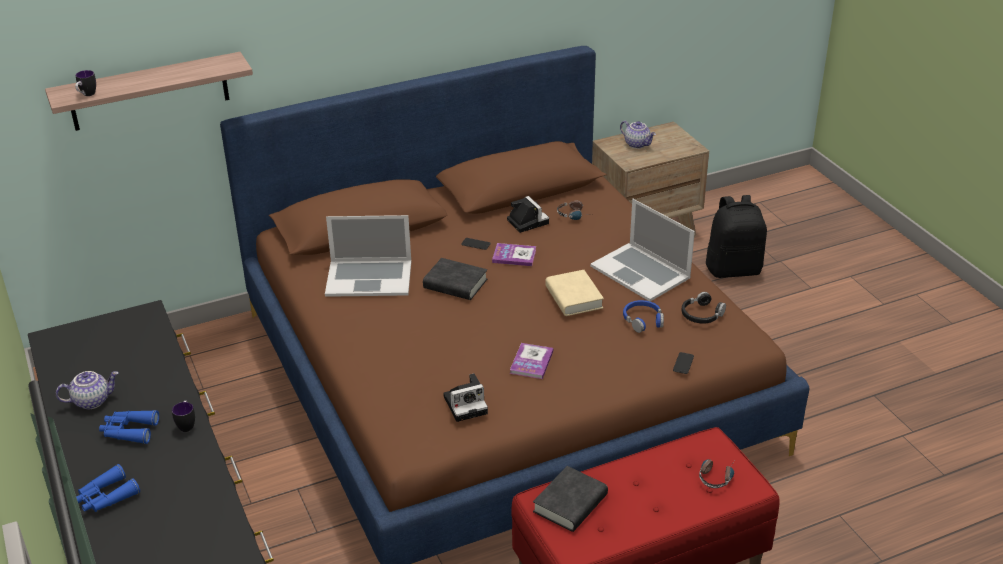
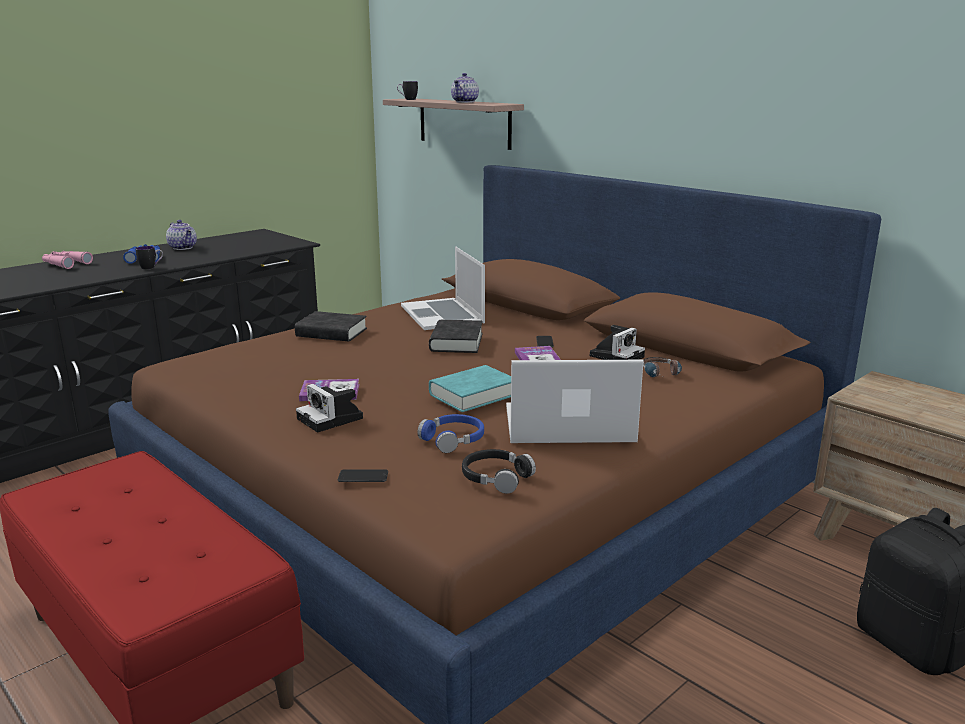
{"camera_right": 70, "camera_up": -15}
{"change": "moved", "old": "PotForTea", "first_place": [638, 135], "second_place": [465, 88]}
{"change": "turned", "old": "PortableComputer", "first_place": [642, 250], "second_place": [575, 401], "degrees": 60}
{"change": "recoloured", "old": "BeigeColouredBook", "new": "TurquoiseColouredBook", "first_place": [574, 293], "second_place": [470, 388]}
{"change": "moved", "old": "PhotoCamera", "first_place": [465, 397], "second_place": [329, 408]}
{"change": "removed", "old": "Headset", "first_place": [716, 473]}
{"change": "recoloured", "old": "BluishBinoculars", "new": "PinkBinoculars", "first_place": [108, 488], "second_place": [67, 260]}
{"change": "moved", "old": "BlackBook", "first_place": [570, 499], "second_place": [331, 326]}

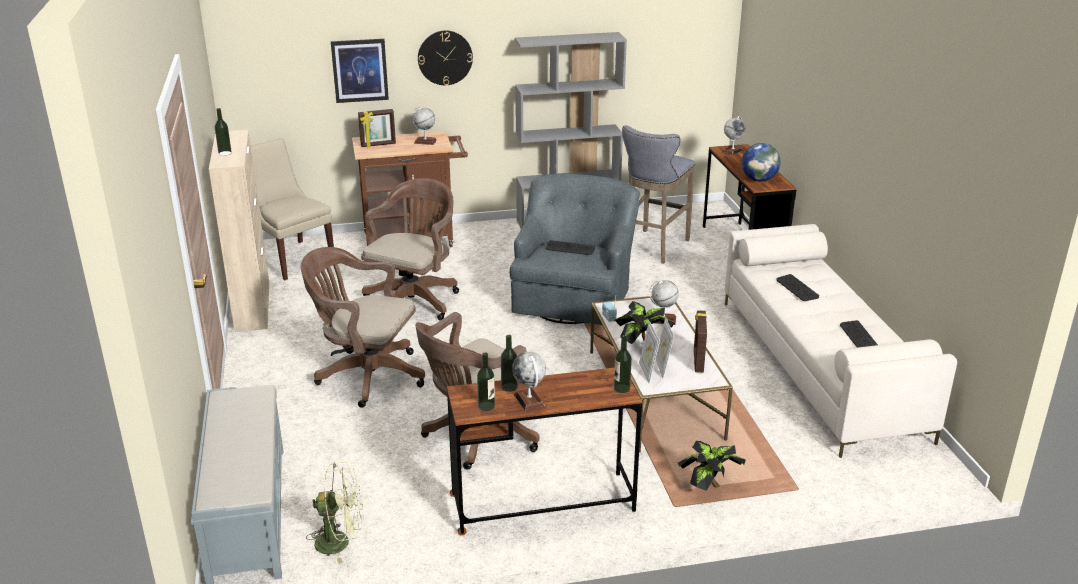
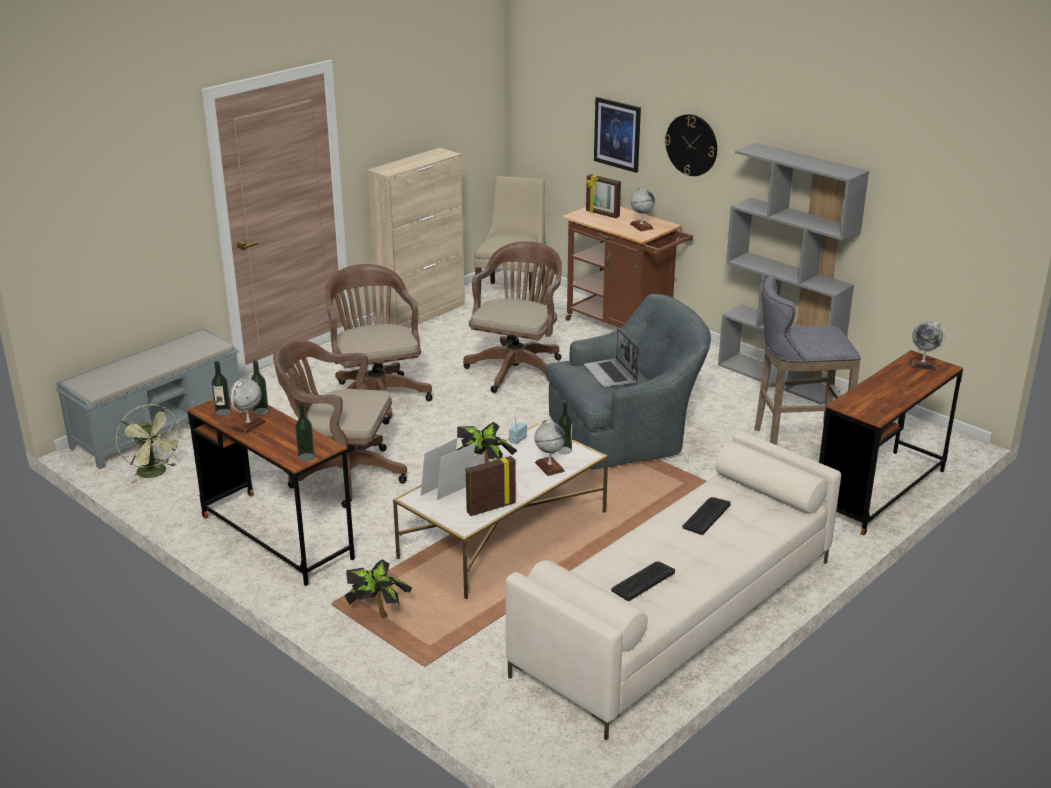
{"camera_right": 55, "camera_up": 0}
{"change": "moved", "old": "BeverageBottle", "first_place": [223, 132], "second_place": [564, 428]}
{"change": "removed", "old": "Globe", "first_place": [761, 162]}
{"change": "turned", "old": "BrownOfficeChair", "first_place": [410, 249], "second_place": [512, 317], "degrees": -60}
{"change": "replaced", "old": "ComputerKeyboard", "new": "PortableComputer", "first_place": [570, 247], "second_place": [611, 358]}

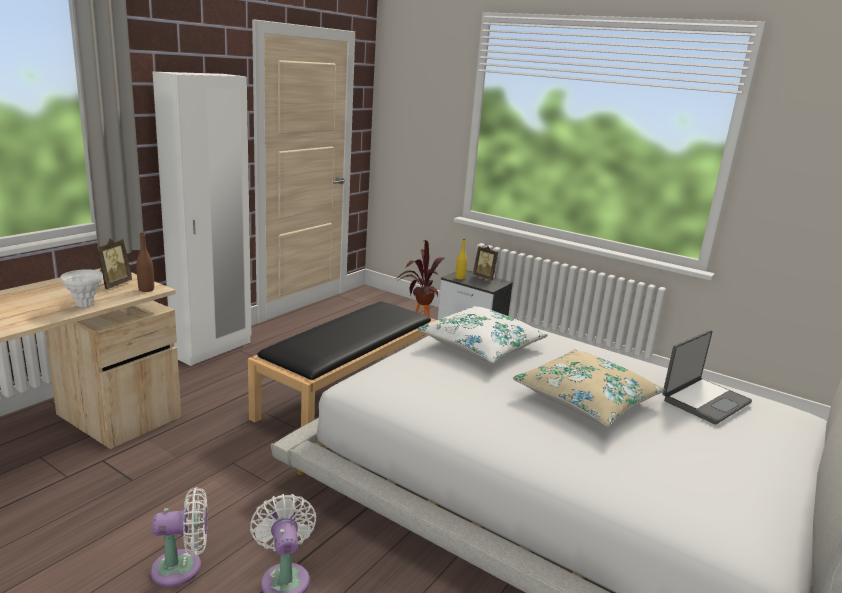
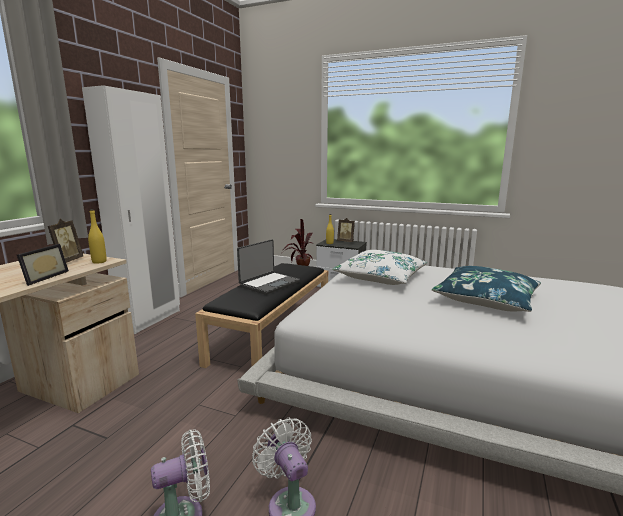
{"camera_right": -10, "camera_up": -5}
{"change": "recoloured", "old": "BrownBeverageBottle", "new": "YellowishBeverageBottle", "first_place": [145, 262], "second_place": [97, 236]}
{"change": "replaced", "old": "WhiteColouredFlowerVase", "new": "PhotoFrame", "first_place": [81, 288], "second_place": [43, 265]}
{"change": "moved", "old": "PortableComputer", "first_place": [707, 377], "second_place": [268, 267]}
{"change": "recoloured", "old": "BeigeColouredPillow", "new": "BluishPillow", "first_place": [589, 388], "second_place": [486, 289]}

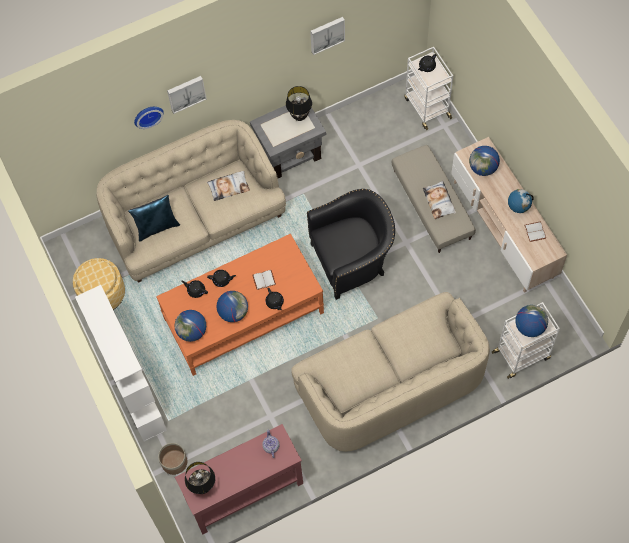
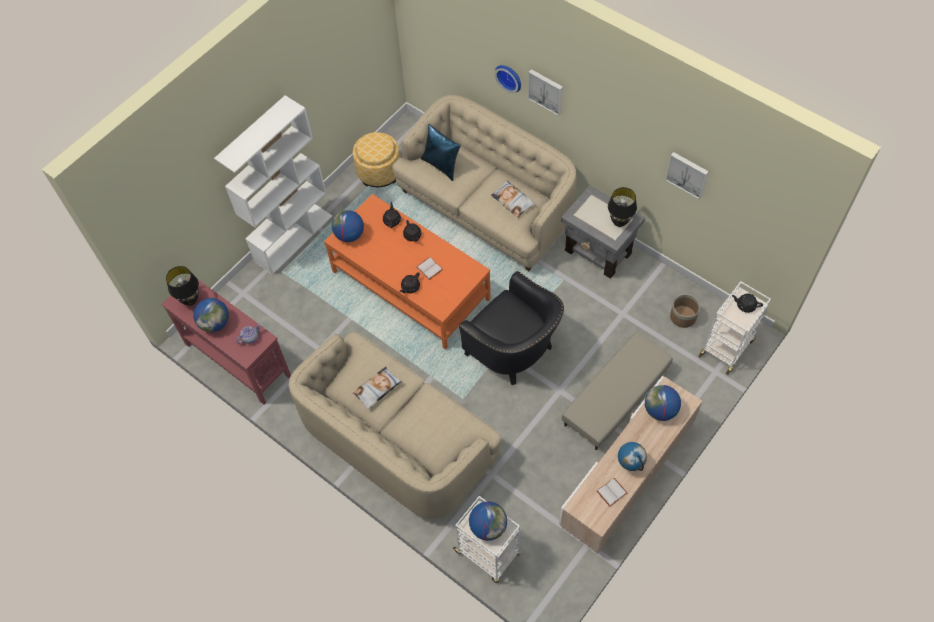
{"camera_right": 65, "camera_up": -5}
{"change": "moved", "old": "Pillow", "first_place": [439, 200], "second_place": [377, 388]}
{"change": "moved", "old": "Globe", "first_place": [232, 306], "second_place": [211, 315]}
{"change": "moved", "old": "FlowerPot", "first_place": [172, 459], "second_place": [685, 311]}

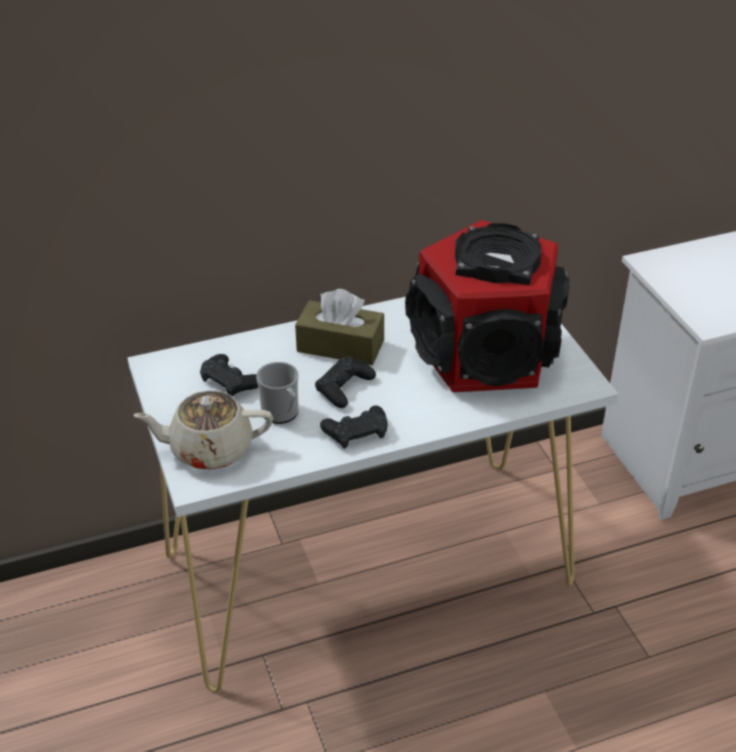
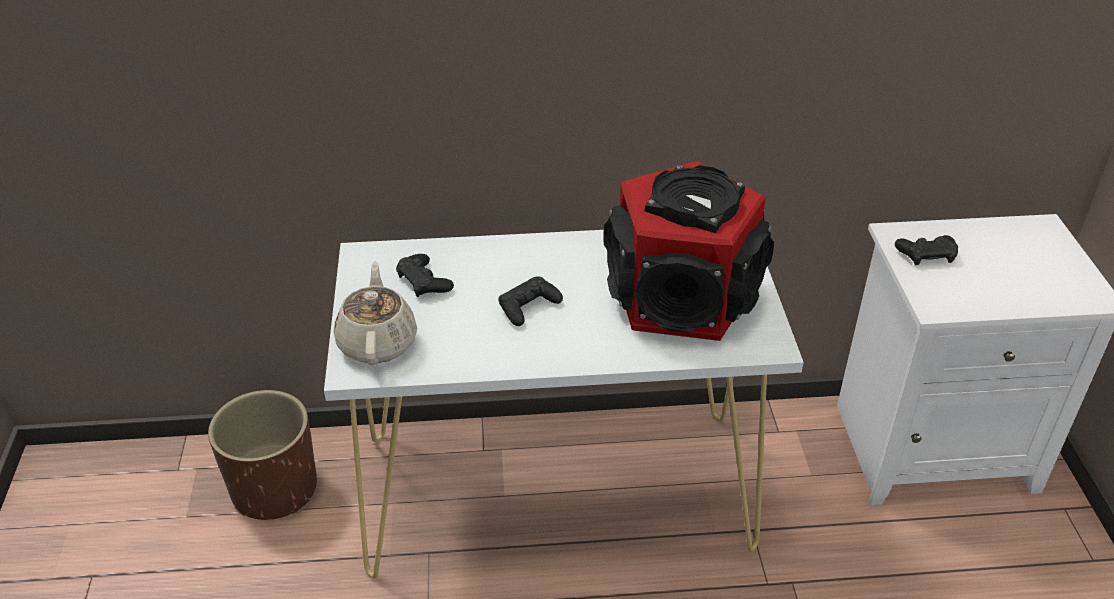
{"camera_right": 15, "camera_up": 0}
{"change": "removed", "old": "BrownTissueHolder", "first_place": [339, 327]}
{"change": "removed", "old": "CoffeeMug", "first_place": [277, 393]}
{"change": "turned", "old": "BeigeColouredPotForTea", "first_place": [203, 430], "second_place": [375, 313], "degrees": 75}
{"change": "moved", "old": "BlackGameController", "first_place": [354, 427], "second_place": [926, 250]}
{"change": "added", "new": "BrownFlowerPot", "second_place": [262, 455]}

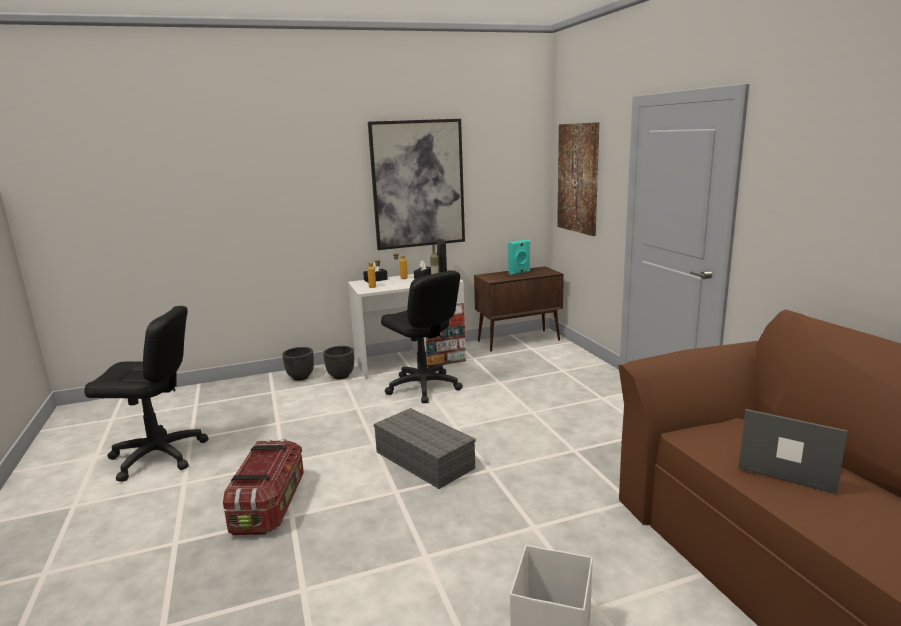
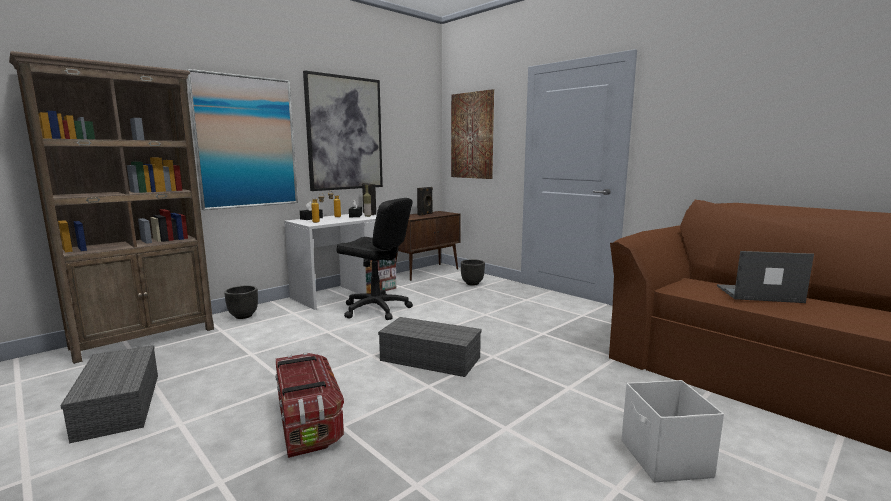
{"camera_right": -25, "camera_up": -5}
{"change": "recoloured", "old": "TurquoiseColouredAudioSpeaker", "new": "BlackAudioSpeaker", "first_place": [519, 257], "second_place": [425, 201]}
{"change": "replaced", "old": "BlackOfficeChair", "new": "GreyishStorageBin", "first_place": [146, 394], "second_place": [109, 394]}
{"change": "moved", "old": "BlackFlowerPot", "first_place": [338, 362], "second_place": [473, 272]}
{"change": "added", "new": "BrownBookcase", "second_place": [111, 207]}
{"change": "added", "new": "WallPicture", "second_place": [242, 139]}

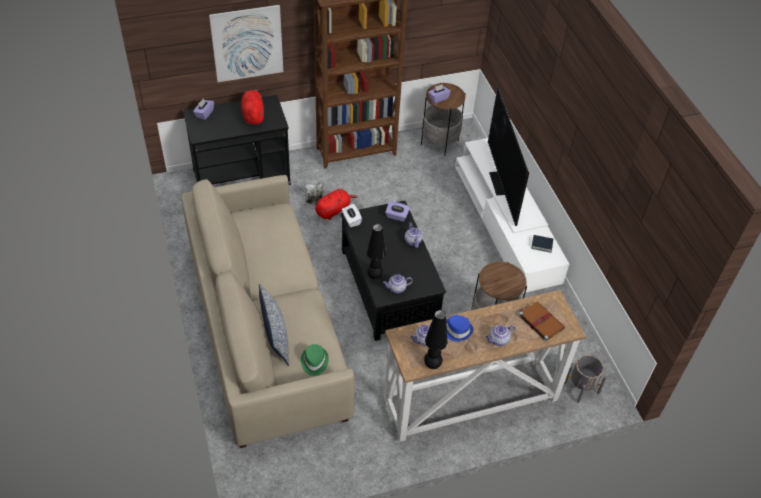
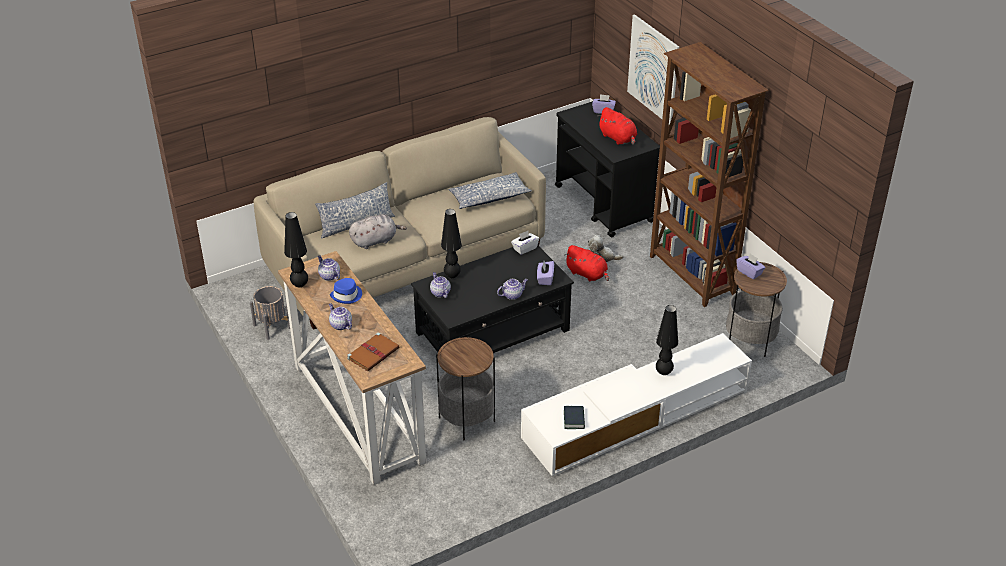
{"camera_right": 80, "camera_up": -10}
{"change": "replaced", "old": "Television", "new": "BlackTableLamp", "first_place": [508, 156], "second_place": [667, 340]}
{"change": "turned", "old": "ReddishSoftToy", "first_place": [252, 107], "second_place": [617, 126], "degrees": 75}
{"change": "removed", "old": "GreenHat", "first_place": [315, 360]}
{"change": "moved", "old": "GreyishFlowerPot", "first_place": [585, 379], "second_place": [270, 313]}
{"change": "added", "new": "Pillow", "second_place": [490, 190]}
{"change": "added", "new": "GreyishSoftToy", "second_place": [378, 231]}

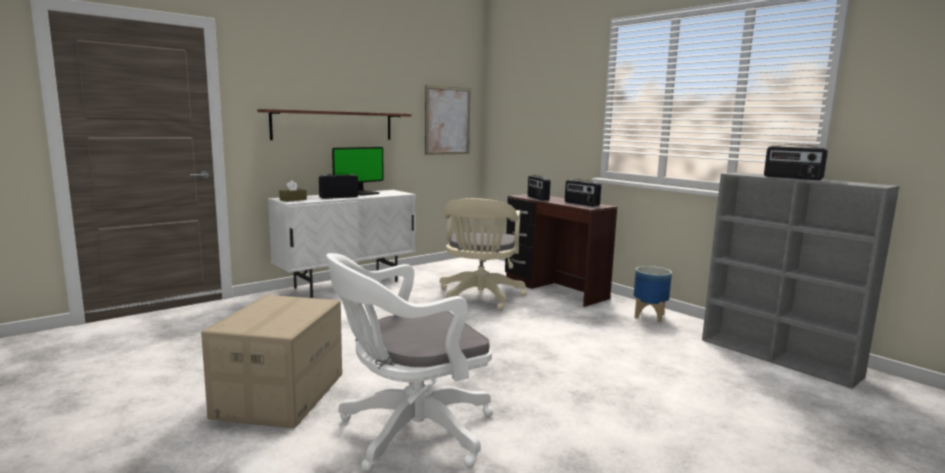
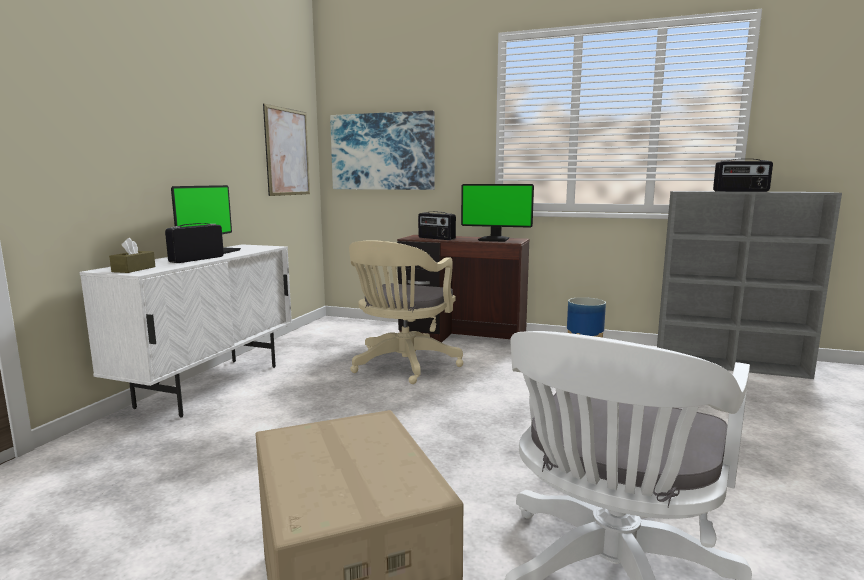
{"camera_right": -30, "camera_up": 0}
{"change": "removed", "old": "WallShelf", "first_place": [334, 124]}
{"change": "replaced", "old": "Radio", "new": "ComputerScreen", "first_place": [583, 193], "second_place": [497, 213]}
{"change": "turned", "old": "BeigeColouredOfficeChair", "first_place": [483, 254], "second_place": [406, 312], "degrees": 45}
{"change": "added", "new": "WallPicture", "second_place": [382, 150]}

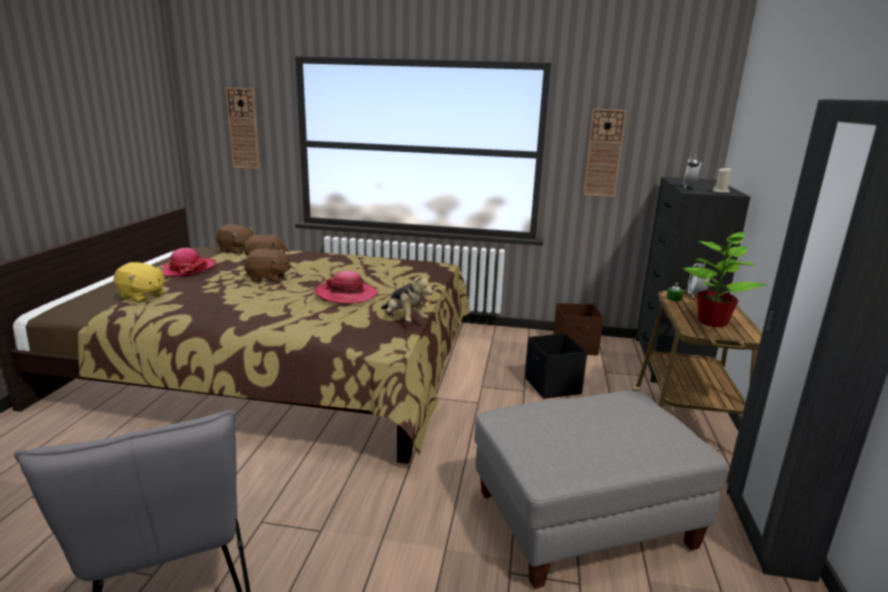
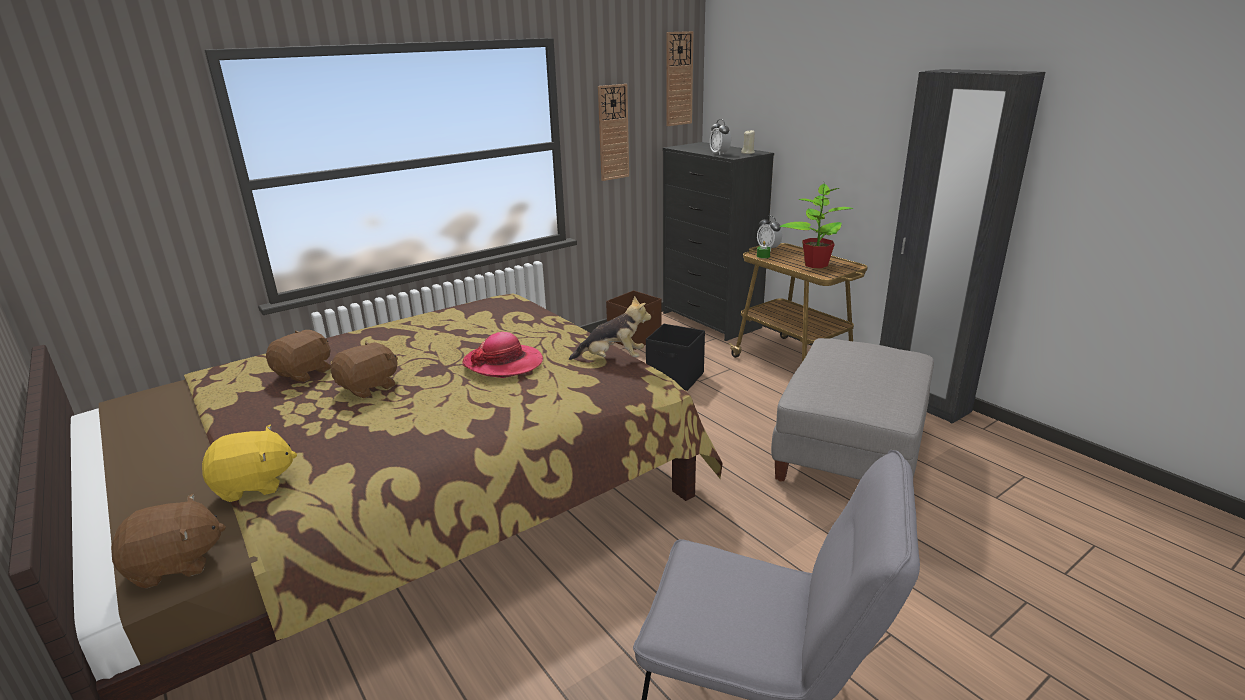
{"camera_right": -45, "camera_up": 5}
{"change": "moved", "old": "WallClock", "first_place": [242, 128], "second_place": [679, 78]}
{"change": "moved", "old": "BrownSoftToy", "first_place": [235, 239], "second_place": [168, 540]}
{"change": "removed", "old": "Hat", "first_place": [188, 262]}

